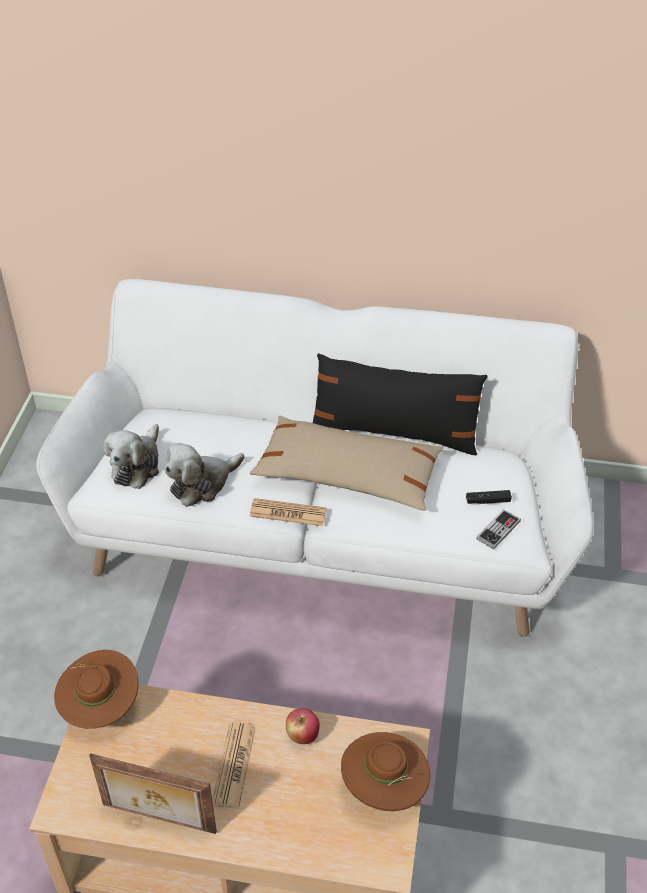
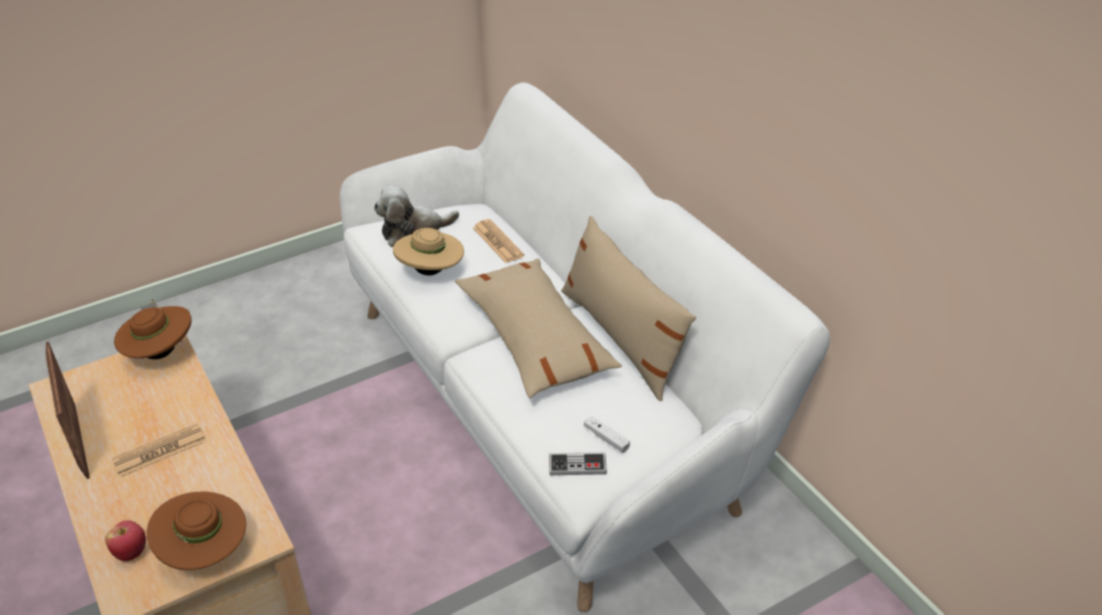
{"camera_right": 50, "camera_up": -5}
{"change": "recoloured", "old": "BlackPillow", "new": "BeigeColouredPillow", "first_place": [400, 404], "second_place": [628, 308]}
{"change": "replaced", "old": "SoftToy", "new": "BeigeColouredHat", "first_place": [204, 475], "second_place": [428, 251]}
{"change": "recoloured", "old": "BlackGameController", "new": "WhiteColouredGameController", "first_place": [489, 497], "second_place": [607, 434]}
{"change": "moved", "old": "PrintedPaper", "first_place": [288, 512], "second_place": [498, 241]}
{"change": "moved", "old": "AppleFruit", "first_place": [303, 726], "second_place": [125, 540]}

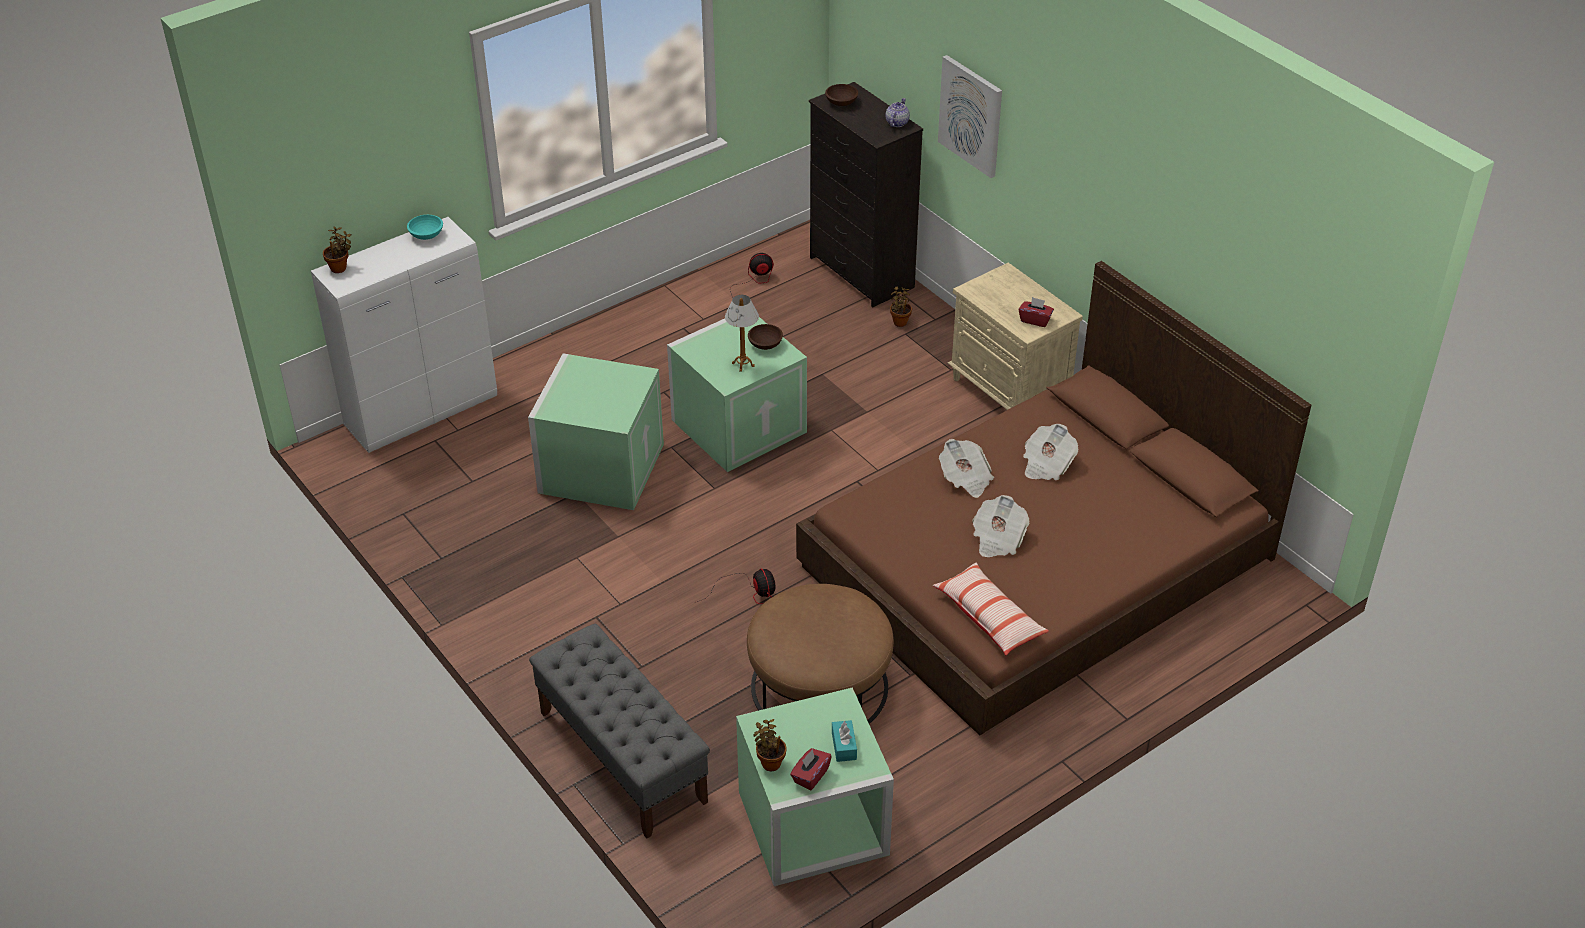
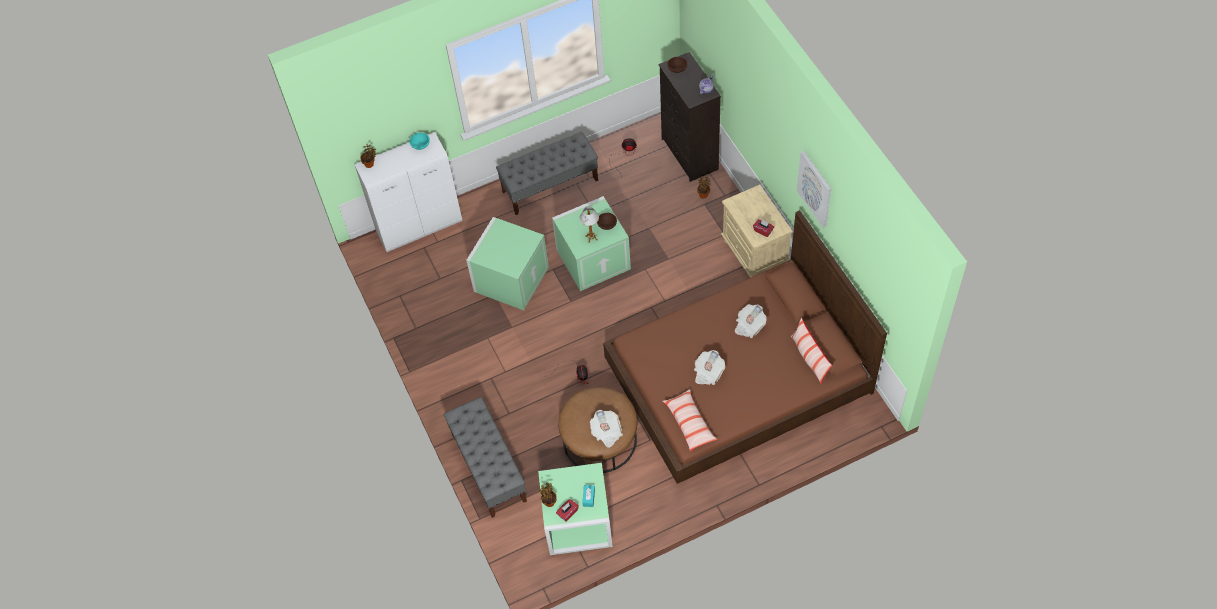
{"camera_right": 15, "camera_up": 15}
{"change": "moved", "old": "WallPicture", "first_place": [970, 116], "second_place": [814, 189]}
{"change": "moved", "old": "PrintedPaper", "first_place": [966, 468], "second_place": [606, 428]}
{"change": "added", "new": "GreyishLongSeat", "second_place": [547, 173]}
{"change": "added", "new": "Pillow", "second_place": [811, 350]}

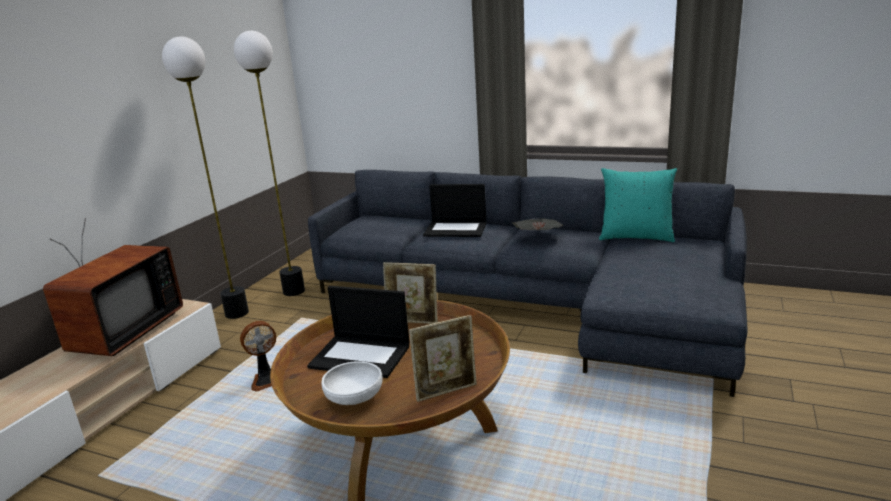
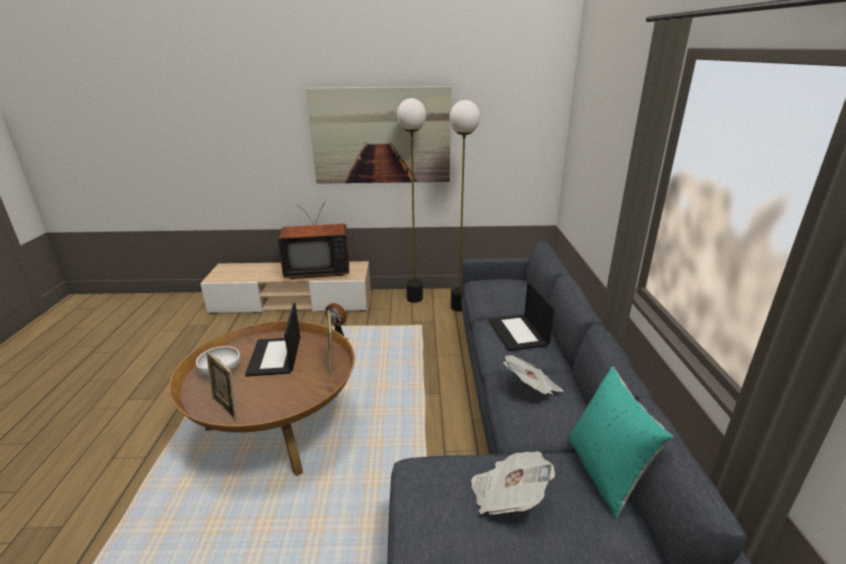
{"camera_right": 65, "camera_up": 5}
{"change": "added", "new": "WallPicture", "second_place": [378, 135]}
{"change": "added", "new": "PrintedPaper", "second_place": [513, 482]}

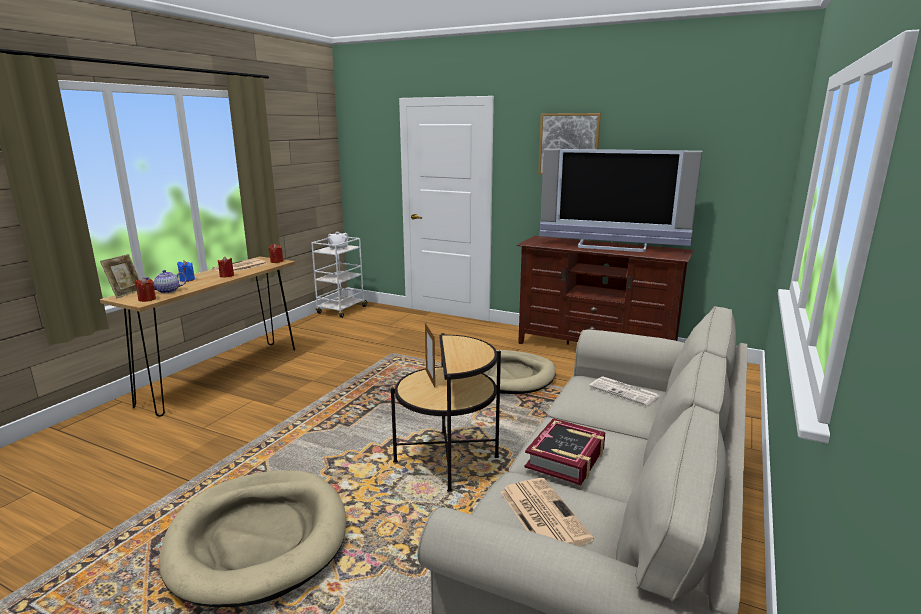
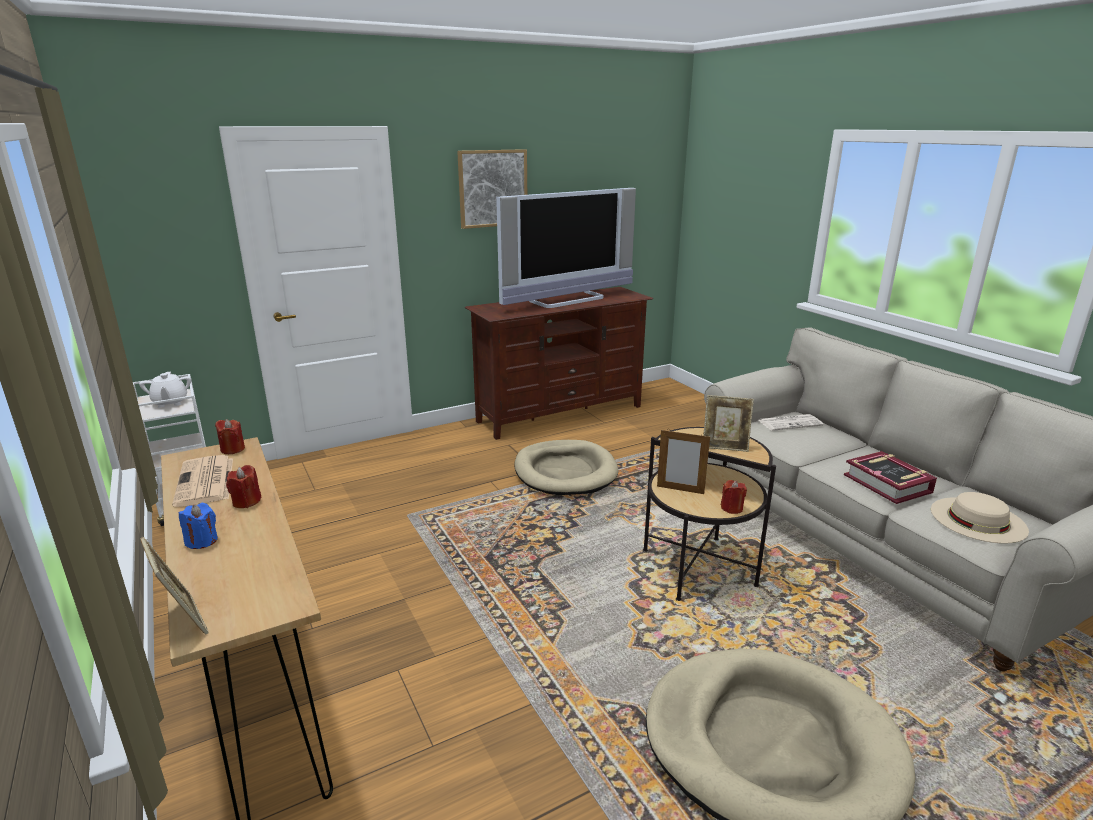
{"camera_right": -55, "camera_up": 5}
{"change": "removed", "old": "PotForTea", "first_place": [166, 281]}
{"change": "moved", "old": "ReddishCandle", "first_place": [145, 290], "second_place": [734, 497]}
{"change": "replaced", "old": "PrintedPaper", "new": "BeigeColouredHat", "first_place": [547, 512], "second_place": [980, 518]}
{"change": "added", "new": "PhotoFrame", "second_place": [728, 423]}

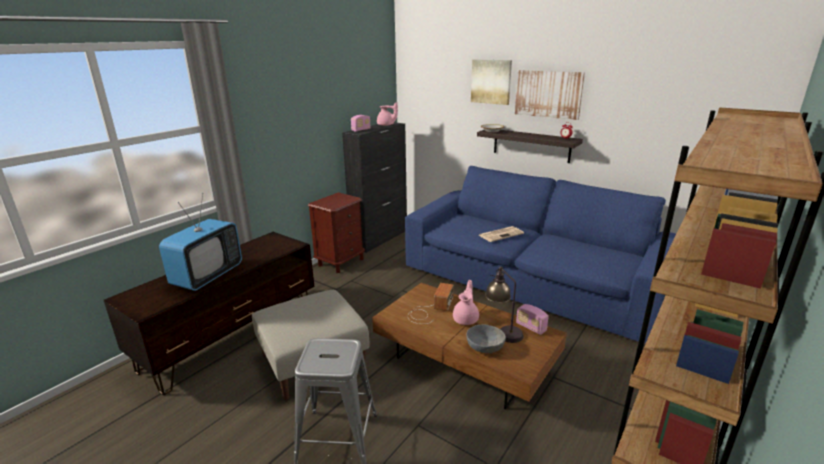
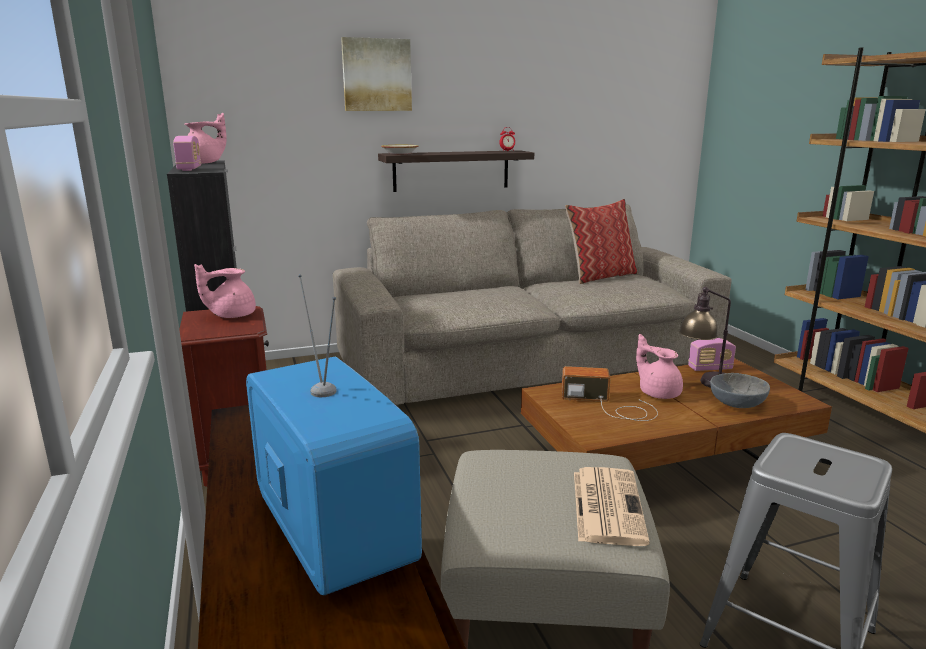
{"camera_right": -55, "camera_up": -5}
{"change": "removed", "old": "WallPicture", "first_place": [550, 95]}
{"change": "recoloured", "old": "BluishCouch", "new": "BeigeColouredCouch", "first_place": [540, 255], "second_place": [532, 304]}
{"change": "moved", "old": "PrintedPaper", "first_place": [501, 234], "second_place": [612, 506]}
{"change": "turned", "old": "Radio", "first_place": [431, 303], "second_place": [610, 393], "degrees": -45}
{"change": "added", "new": "Pillow", "second_place": [601, 241]}
{"change": "added", "new": "PinkPotForTea", "second_place": [225, 291]}

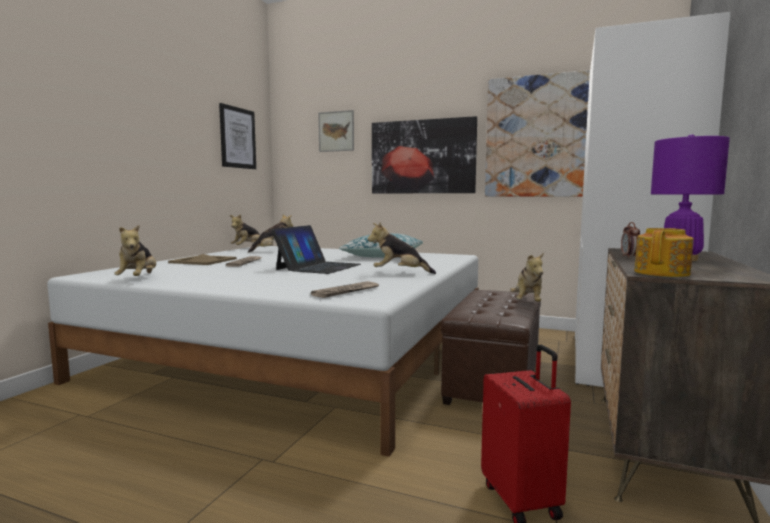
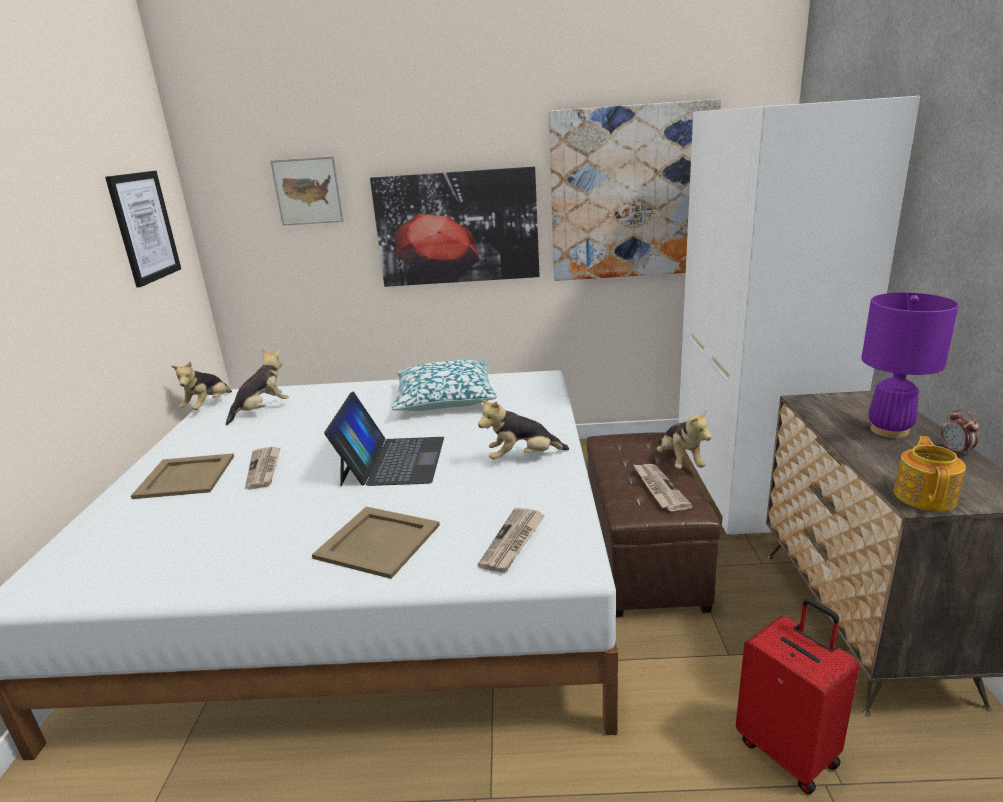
{"camera_right": -20, "camera_up": 15}
{"change": "moved", "old": "BedsideClock", "first_place": [630, 240], "second_place": [960, 432]}
{"change": "removed", "old": "SoftToy", "first_place": [135, 250]}
{"change": "added", "new": "PrintedPaper", "second_place": [663, 487]}
{"change": "added", "new": "BeigeColouredCarryingTray", "second_place": [376, 543]}

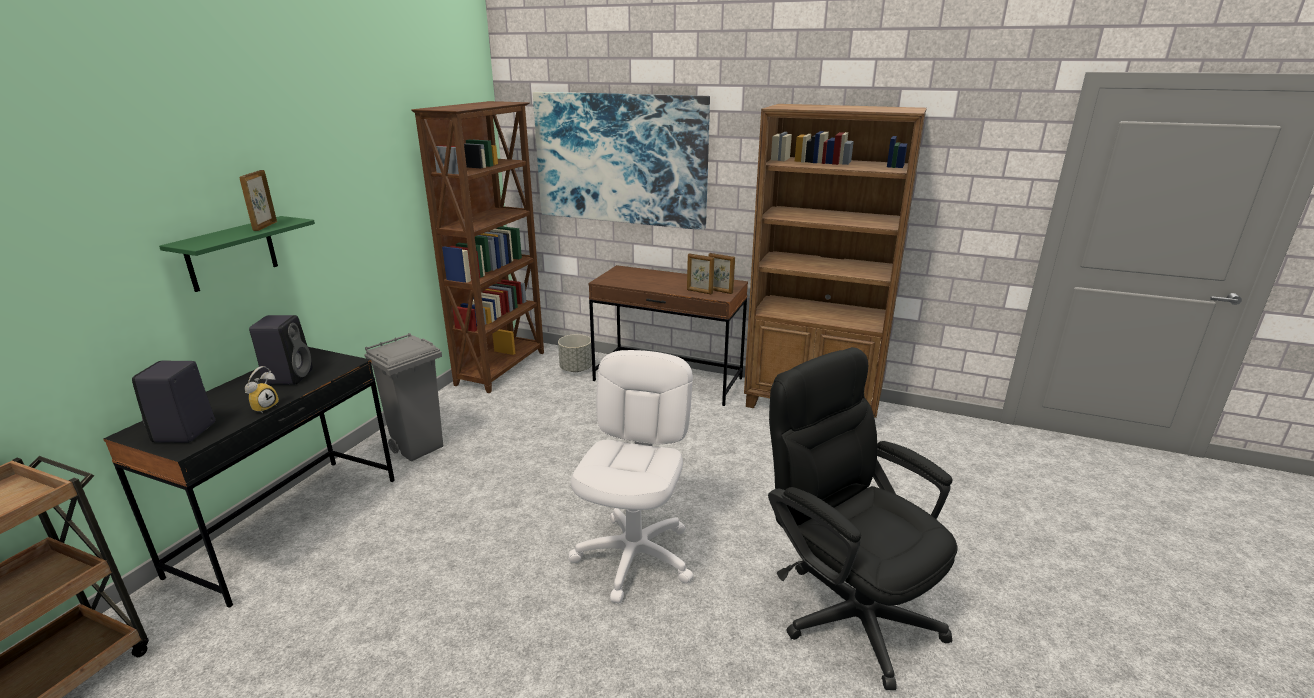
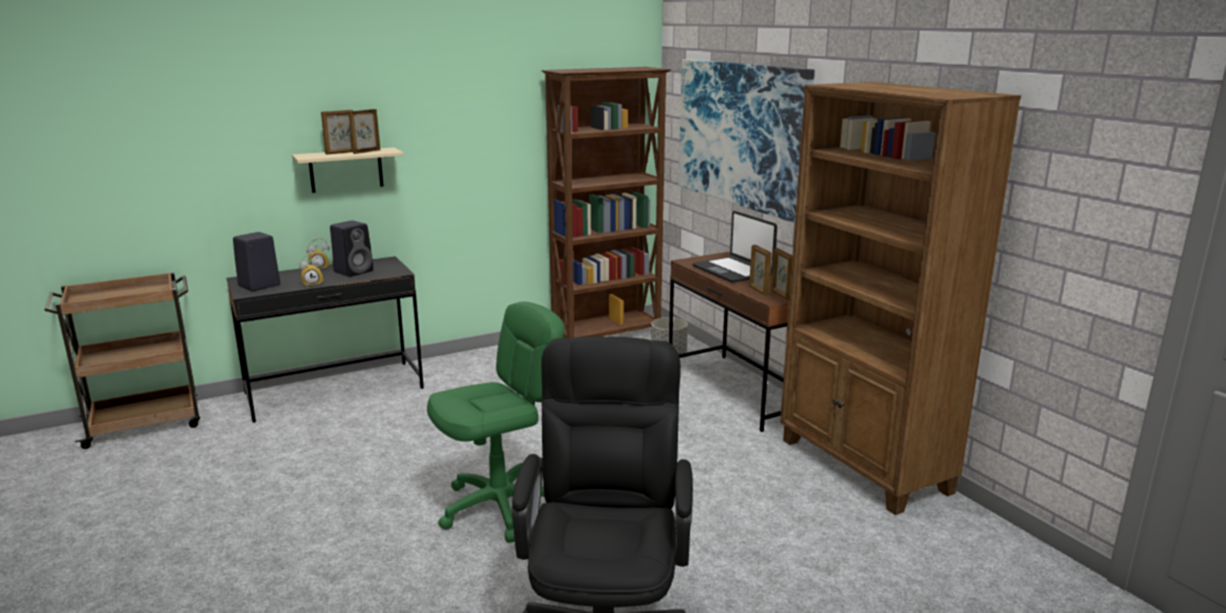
{"camera_right": 40, "camera_up": -5}
{"change": "recoloured", "old": "GreenWallShelf", "new": "BeigeColouredWallShelf", "first_place": [237, 254], "second_place": [348, 170]}
{"change": "removed", "old": "GreyishRubbishBin", "first_place": [403, 397]}
{"change": "recoloured", "old": "WhiteColouredOfficeChair", "new": "GreenOfficeChair", "first_place": [631, 476], "second_place": [495, 422]}
{"change": "added", "new": "PhotoFrame", "second_place": [337, 132]}
{"change": "added", "new": "PortableComputer", "second_place": [734, 247]}
{"change": "added", "new": "BedsideClock", "second_place": [318, 253]}

